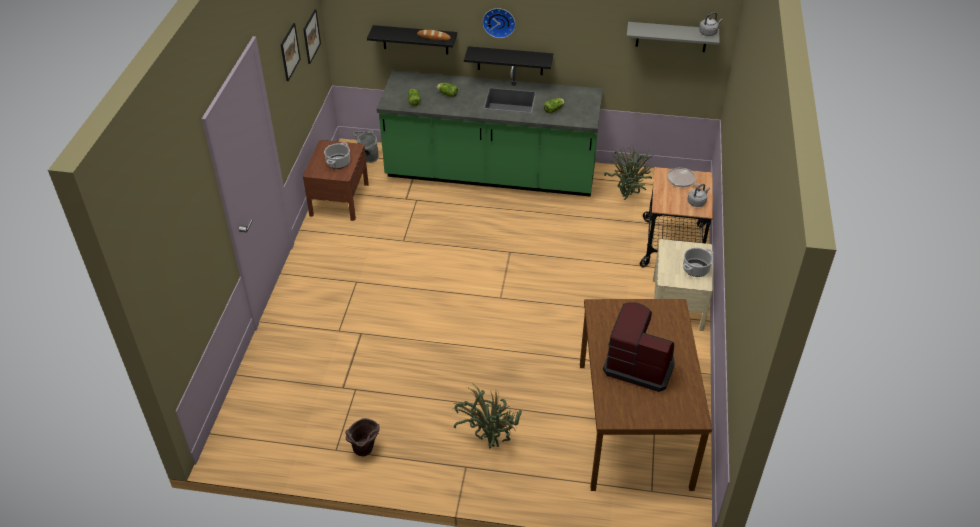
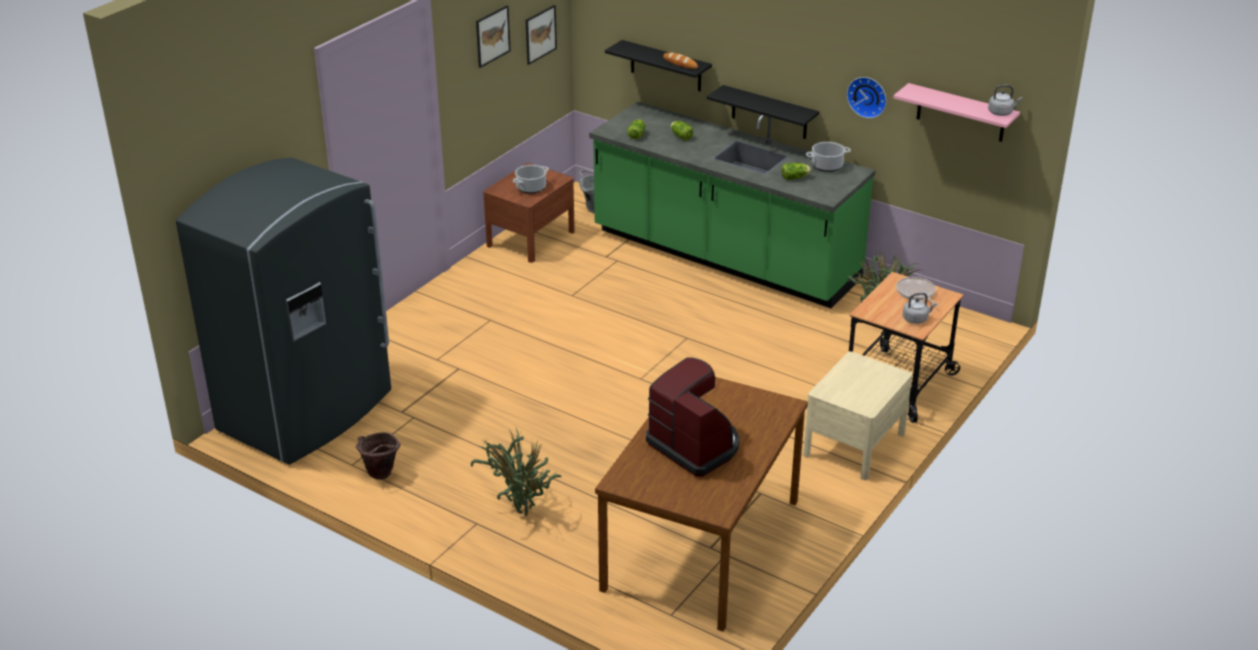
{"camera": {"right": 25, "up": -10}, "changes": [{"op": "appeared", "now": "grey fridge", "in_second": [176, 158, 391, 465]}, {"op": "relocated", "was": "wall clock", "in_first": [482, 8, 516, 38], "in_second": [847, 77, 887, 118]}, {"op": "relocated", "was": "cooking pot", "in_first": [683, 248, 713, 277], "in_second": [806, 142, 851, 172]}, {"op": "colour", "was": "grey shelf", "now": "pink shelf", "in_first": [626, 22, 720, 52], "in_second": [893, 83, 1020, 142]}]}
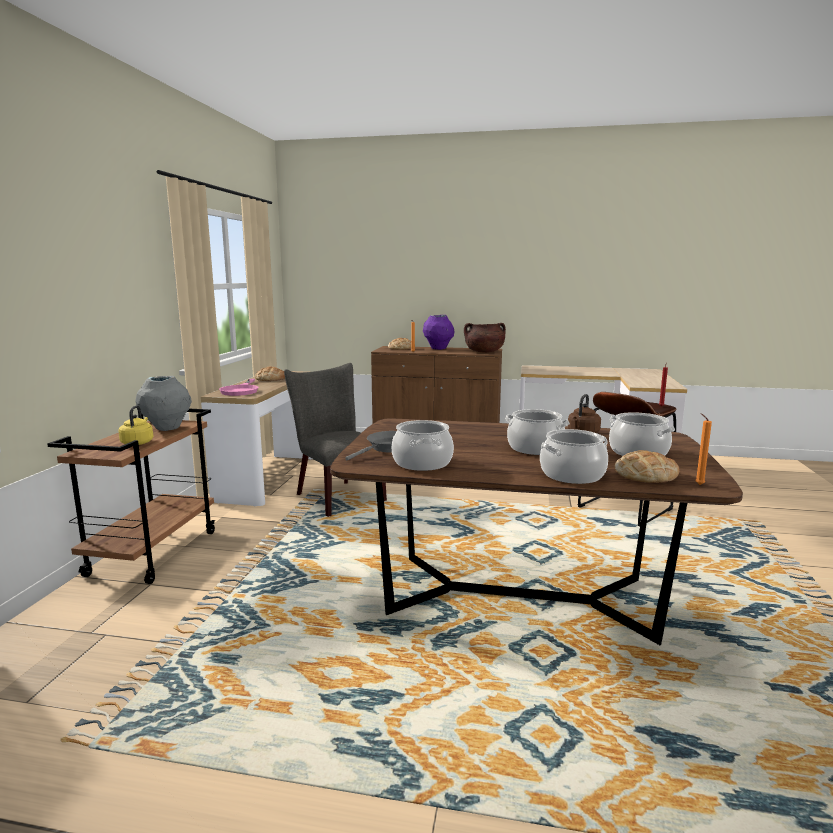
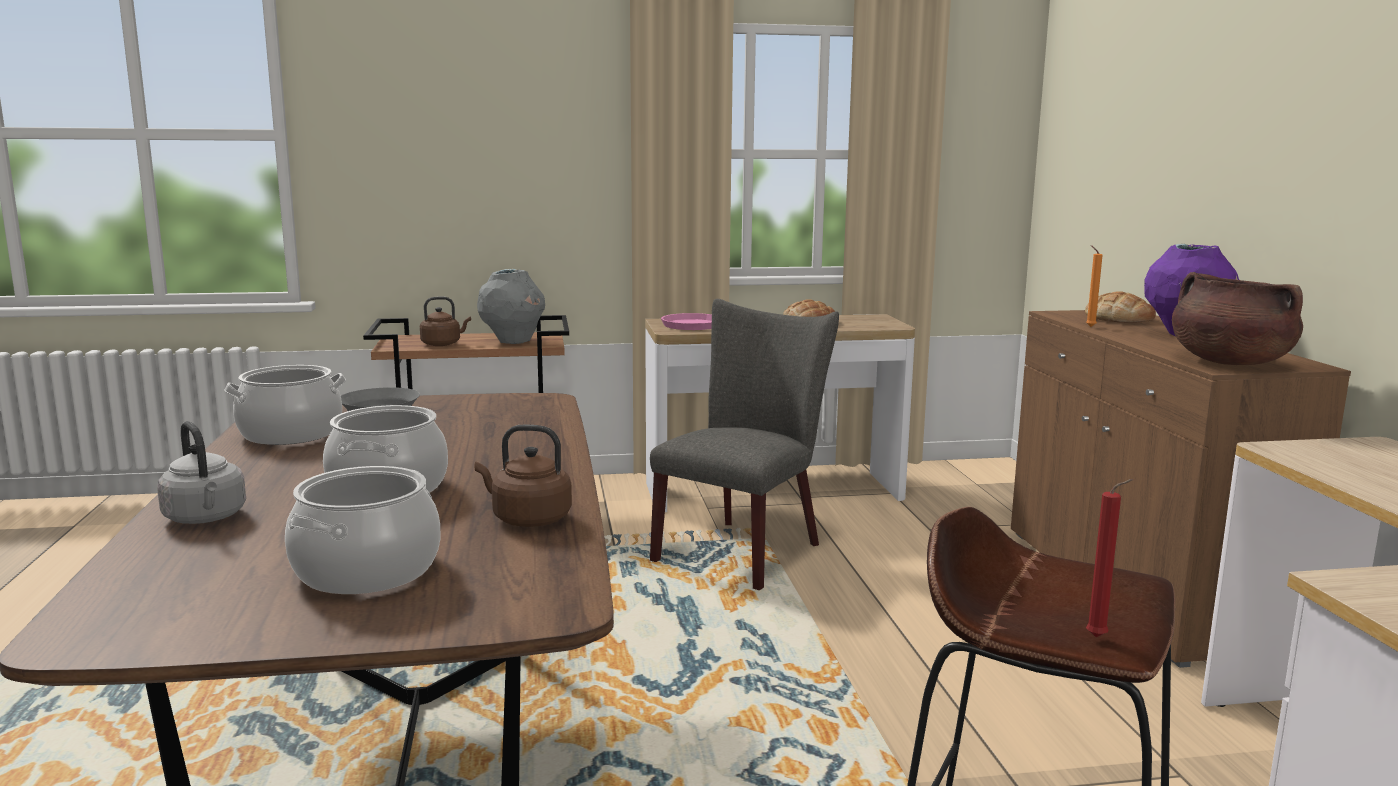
{"camera": {"right": 70, "up": 0}, "changes": [{"op": "missing", "was": "bread", "in_first": [614, 450, 680, 483]}, {"op": "missing", "was": "orange candle", "in_first": [695, 413, 712, 485]}, {"op": "exchanged", "was": "cooking pot", "now": "grey kettle", "in_first": [540, 429, 608, 484], "in_second": [157, 421, 246, 524]}, {"op": "colour", "was": "yellow kettle", "now": "brown kettle", "in_first": [118, 405, 153, 445], "in_second": [420, 297, 471, 346]}]}
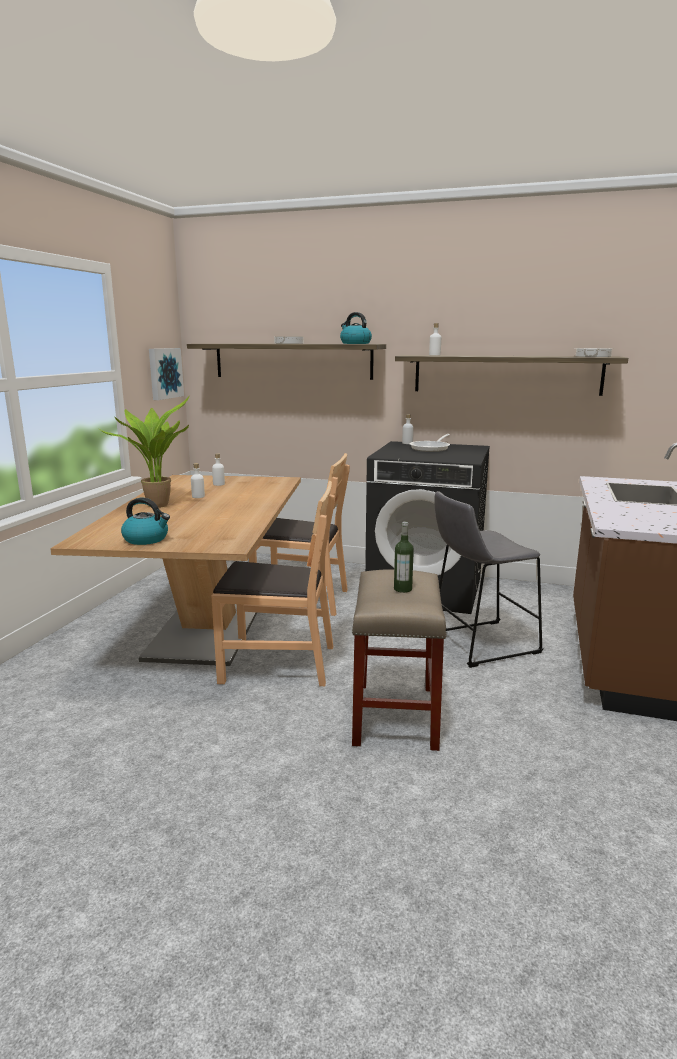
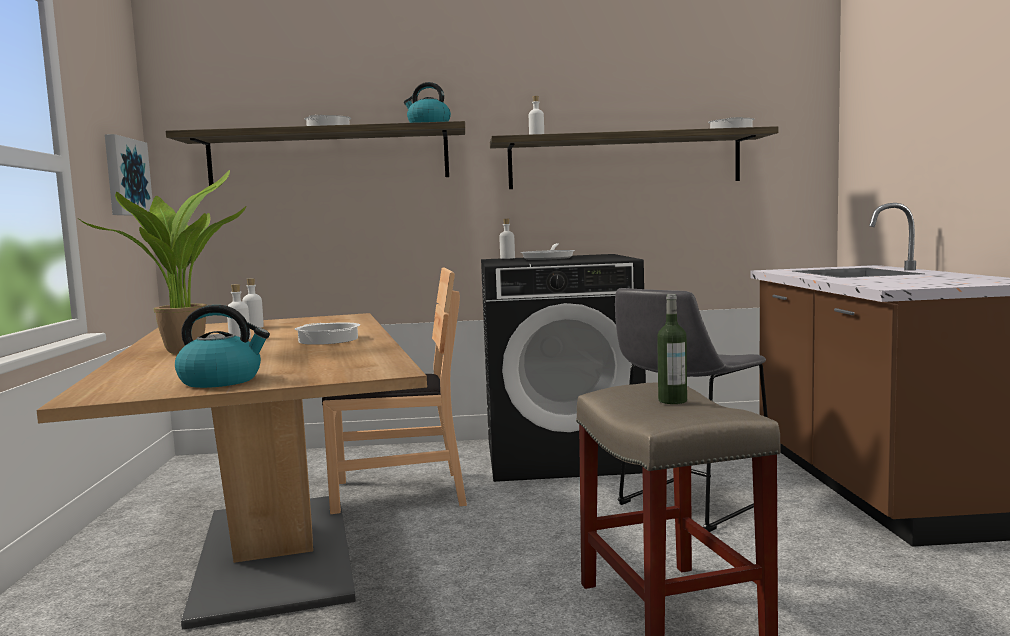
{"camera": {"right": -20, "up": -10}, "changes": [{"op": "missing", "was": "brown chair", "in_first": [211, 481, 335, 686]}, {"op": "appeared", "now": "cooking pot", "in_second": [295, 322, 360, 345]}]}
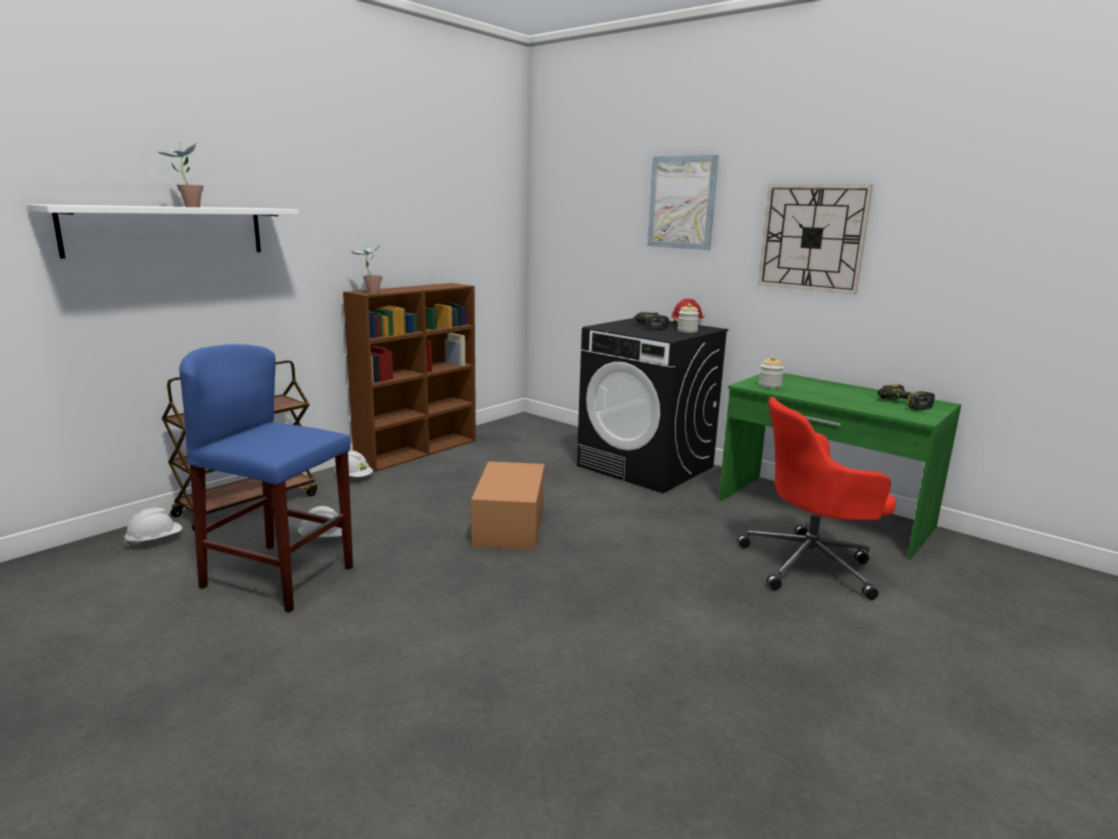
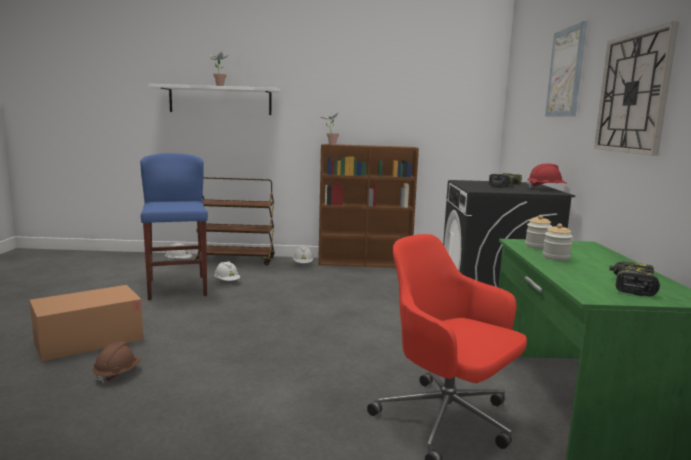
{"camera": {"right": 50, "up": -5}, "changes": [{"op": "appeared", "now": "brown hard hat", "in_second": [93, 342, 141, 385]}, {"op": "relocated", "was": "cardboard box", "in_first": [471, 461, 545, 550], "in_second": [30, 285, 144, 362]}, {"op": "relocated", "was": "jar", "in_first": [677, 303, 700, 333], "in_second": [543, 223, 573, 261]}]}
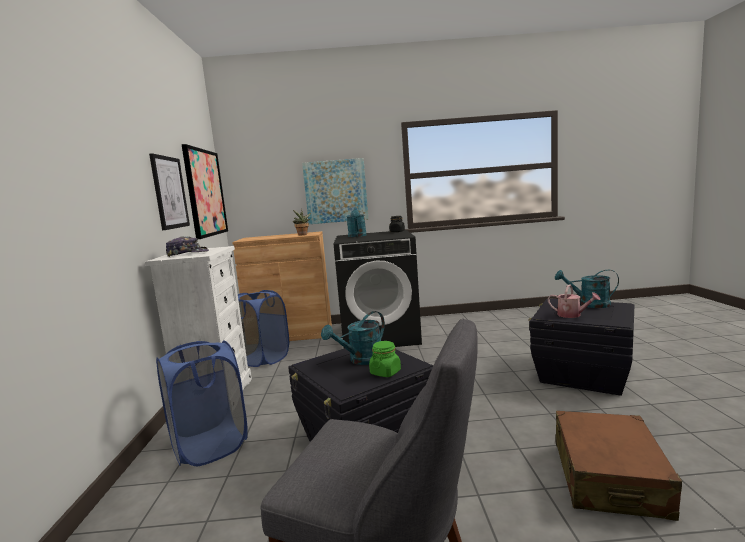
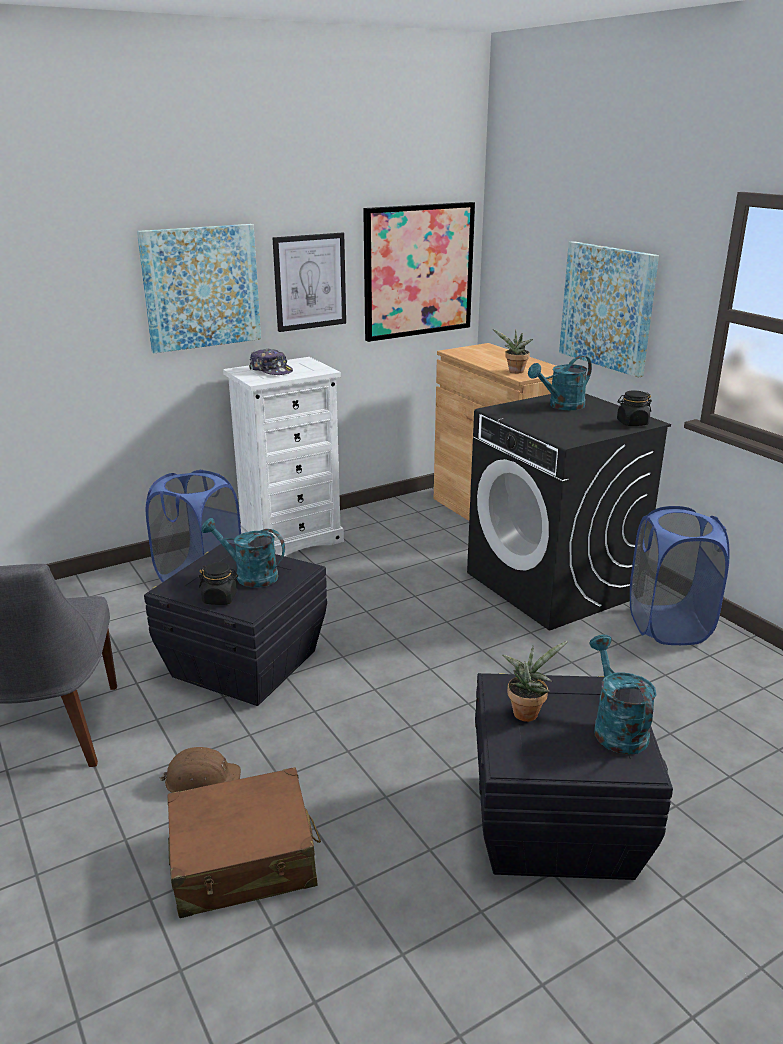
{"camera": {"right": 60, "up": 15}, "changes": [{"op": "appeared", "now": "picture", "in_second": [137, 224, 261, 353]}, {"op": "appeared", "now": "brown hard hat", "in_second": [159, 747, 241, 793]}, {"op": "relocated", "was": "blue laundry basket", "in_first": [238, 290, 289, 367], "in_second": [630, 506, 729, 645]}, {"op": "exchanged", "was": "watering can", "now": "potted plant", "in_first": [548, 284, 601, 318], "in_second": [502, 641, 568, 722]}, {"op": "colour", "was": "green jar", "now": "black jar", "in_first": [369, 341, 401, 377], "in_second": [199, 562, 238, 605]}]}
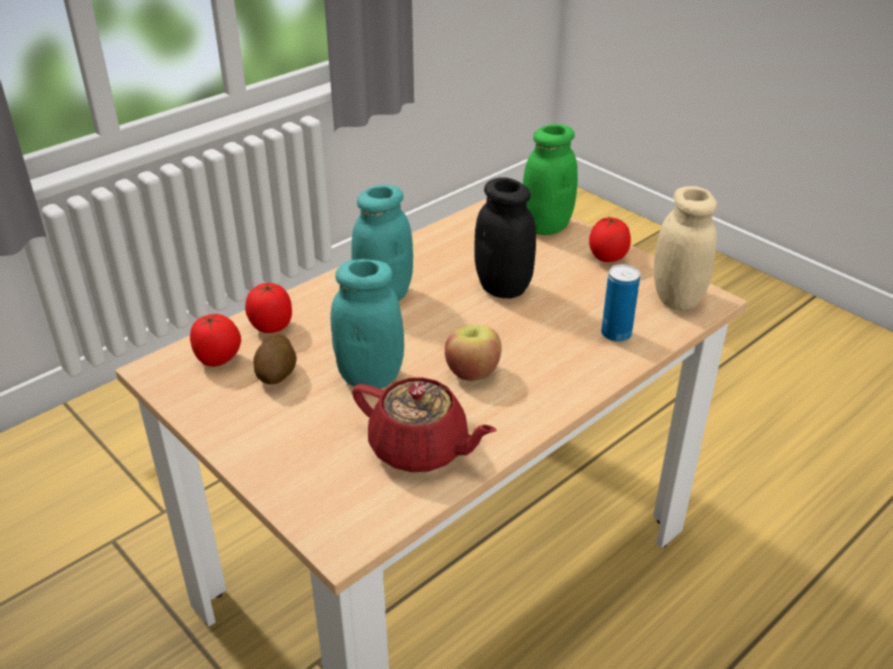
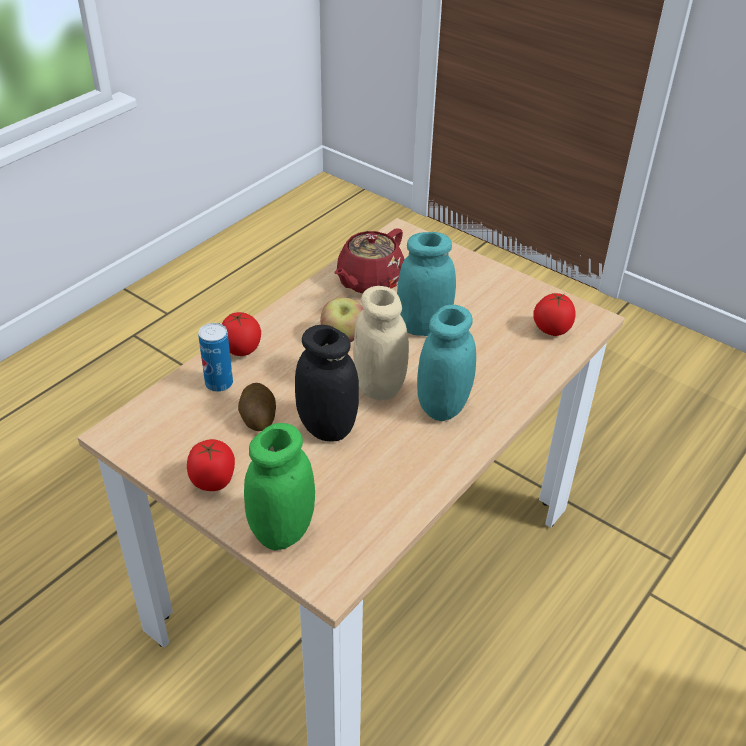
{"camera": {"right": 170, "up": 5}, "changes": [{"op": "relocated", "was": "tomato", "in_first": [245, 283, 292, 333], "in_second": [222, 312, 261, 356]}, {"op": "relocated", "was": "potato", "in_first": [253, 335, 297, 384], "in_second": [238, 383, 276, 431]}, {"op": "relocated", "was": "beige jar", "in_first": [654, 186, 717, 310], "in_second": [353, 286, 409, 400]}, {"op": "spun", "was": "red teapot", "in_first": [352, 377, 497, 472], "in_second": [334, 228, 405, 293], "clockwise": -75}]}
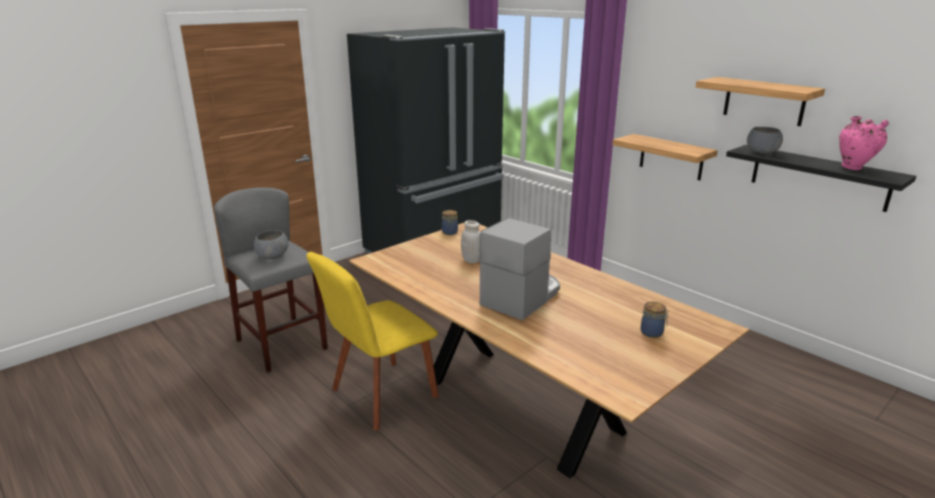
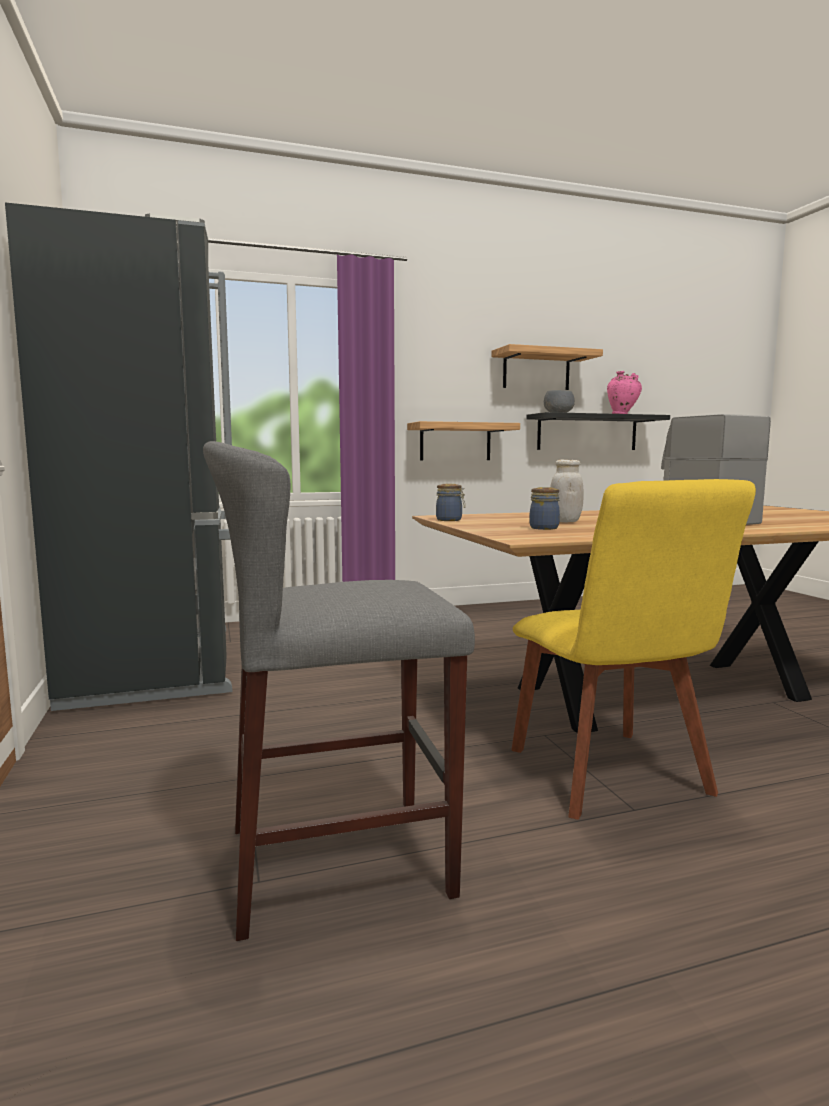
{"camera": {"right": -65, "up": -15}, "changes": [{"op": "missing", "was": "grey bowl", "in_first": [254, 230, 288, 259]}, {"op": "relocated", "was": "jar", "in_first": [641, 302, 669, 338], "in_second": [529, 487, 560, 530]}]}
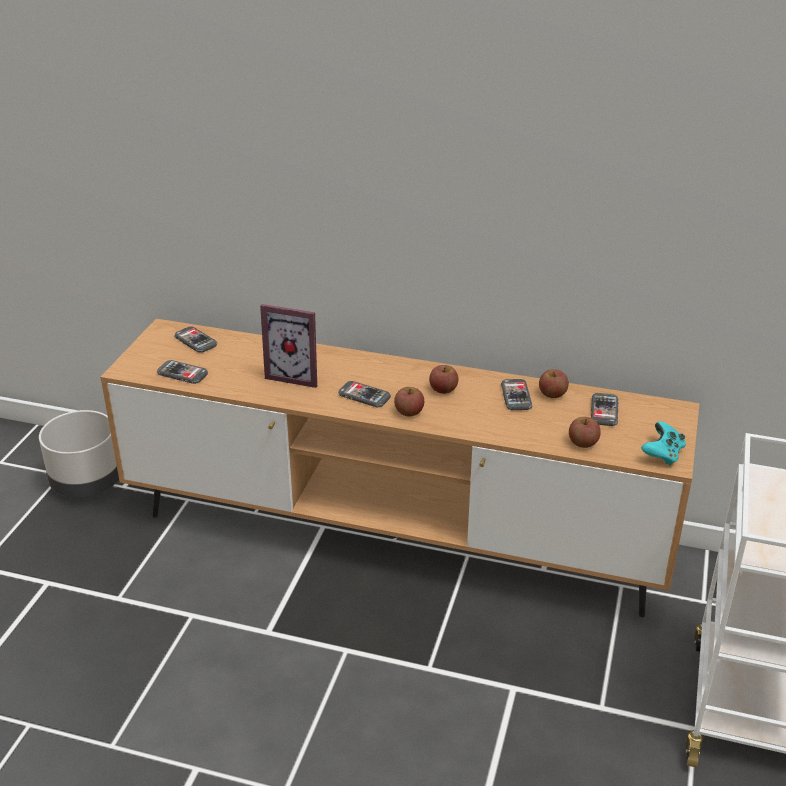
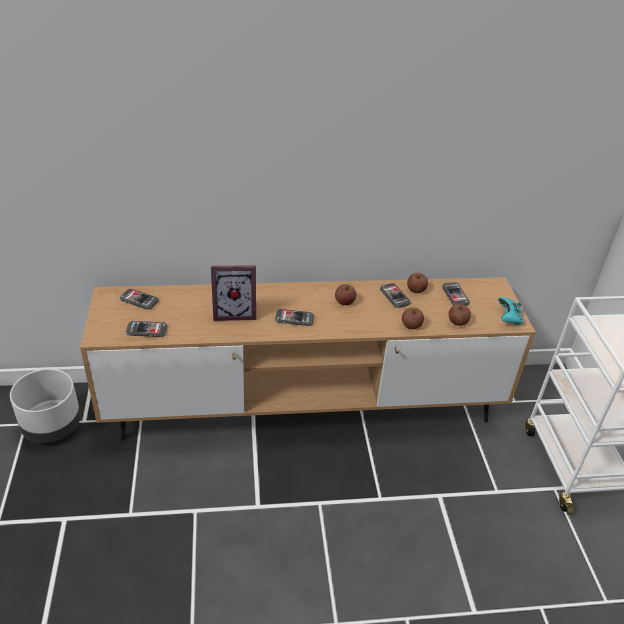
{"camera": {"right": -25, "up": 5}, "changes": [{"op": "relocated", "was": "apple", "in_first": [394, 387, 424, 416], "in_second": [402, 307, 424, 329]}]}
